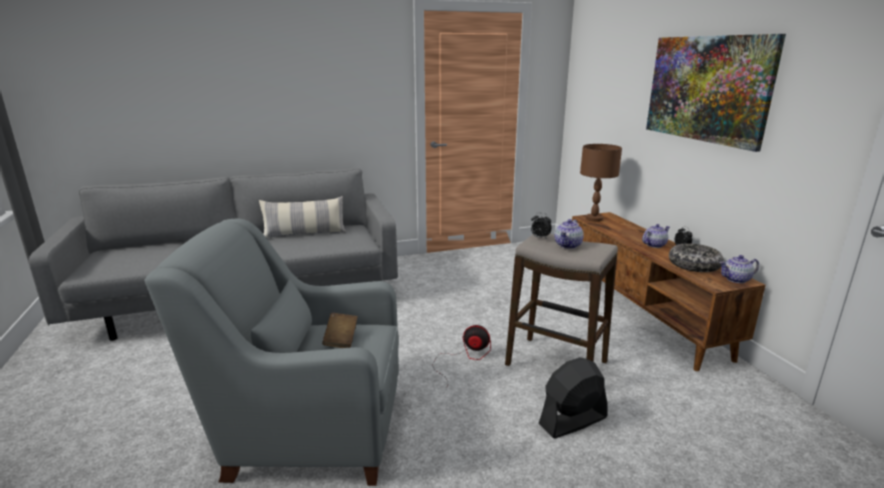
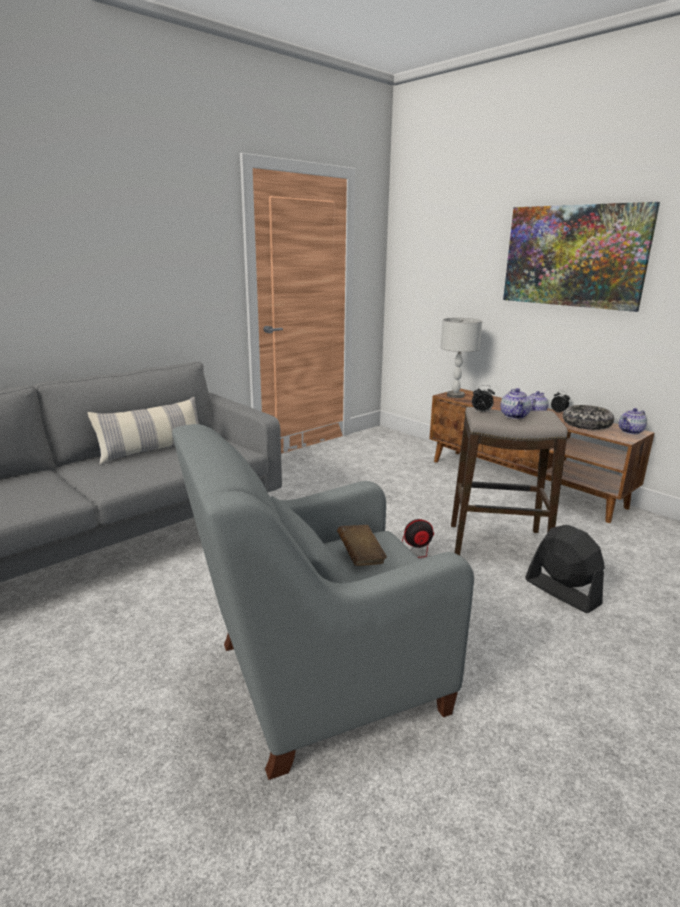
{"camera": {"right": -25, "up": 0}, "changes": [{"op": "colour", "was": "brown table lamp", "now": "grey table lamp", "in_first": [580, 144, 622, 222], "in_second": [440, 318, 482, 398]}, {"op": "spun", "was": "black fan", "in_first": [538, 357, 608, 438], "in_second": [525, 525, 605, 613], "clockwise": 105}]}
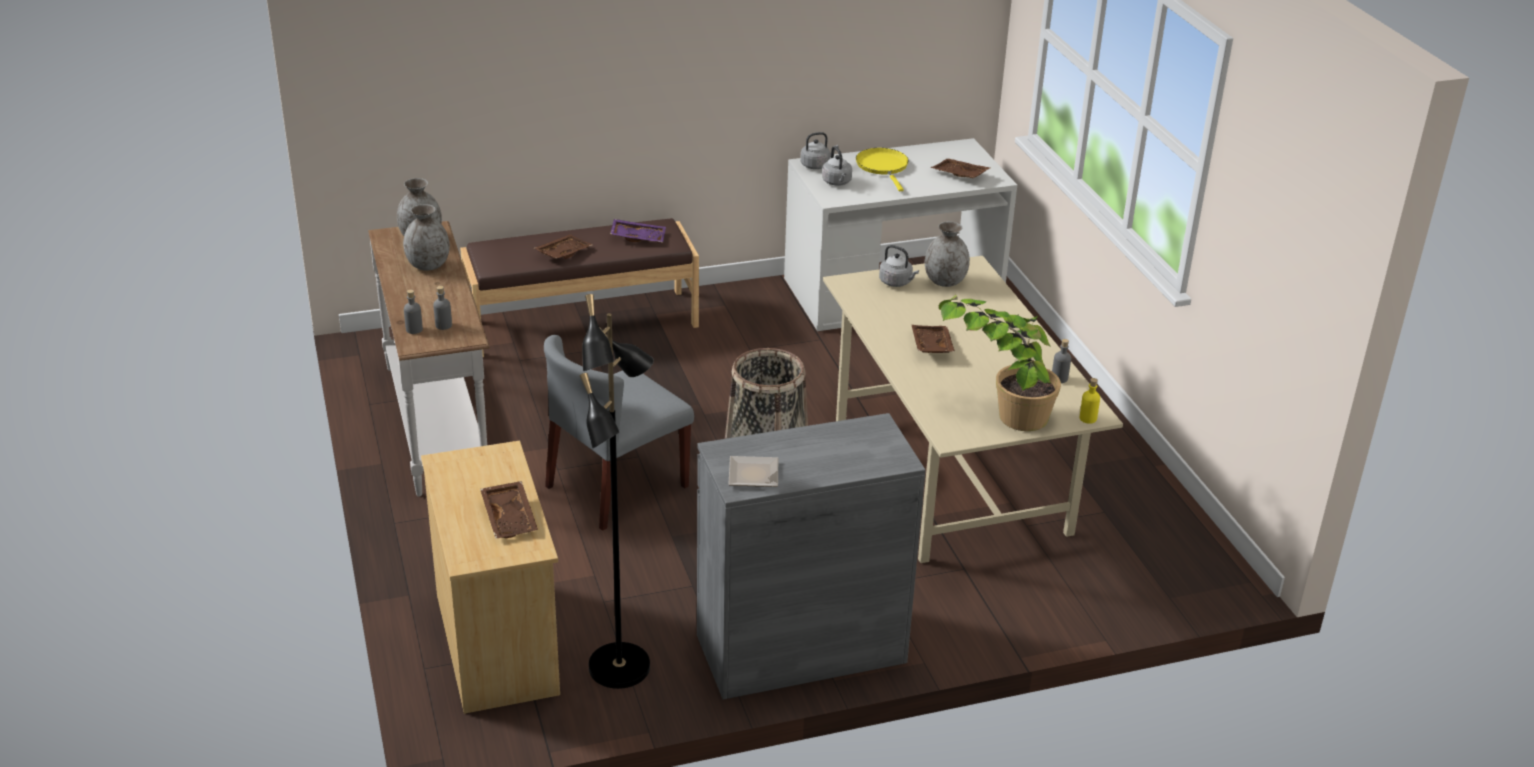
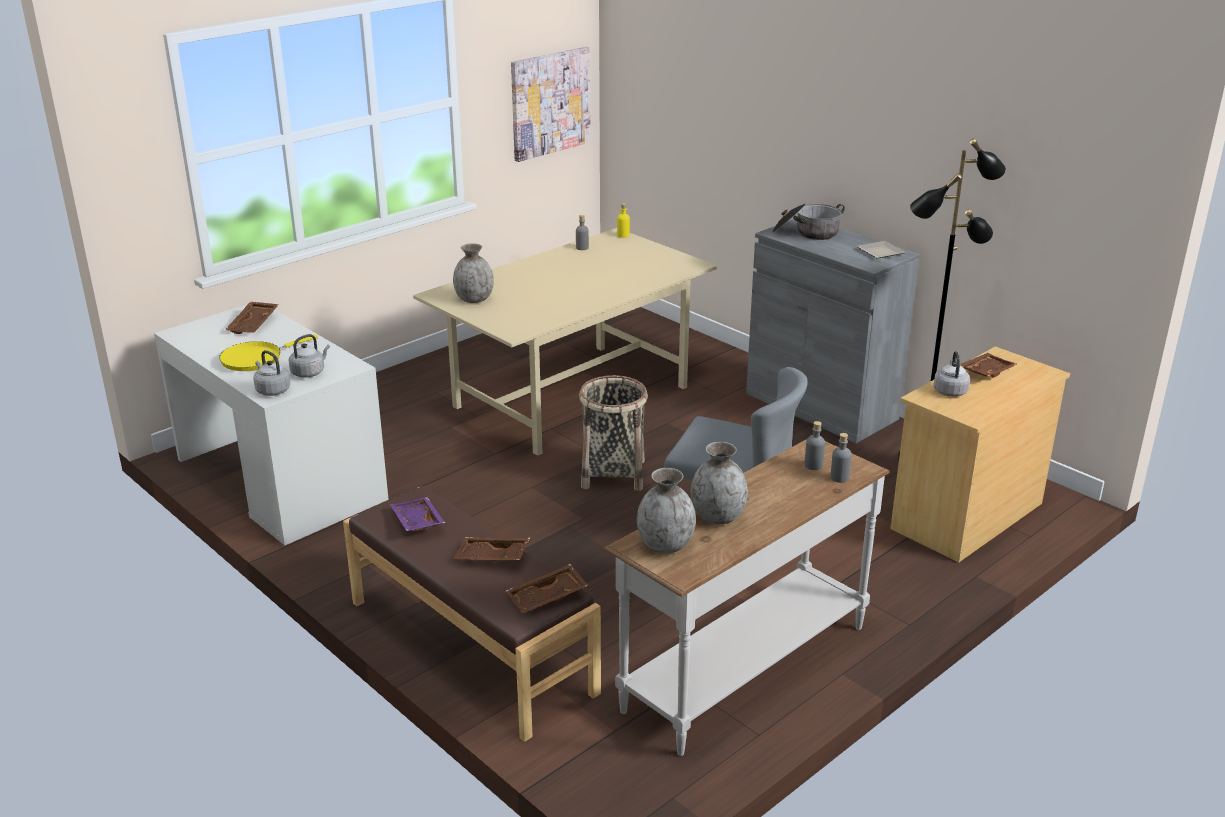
{"camera": {"right": -115, "up": -5}, "changes": [{"op": "missing", "was": "potted plant", "in_first": [939, 294, 1061, 431]}, {"op": "appeared", "now": "picture", "in_second": [511, 47, 591, 162]}, {"op": "appeared", "now": "cooking pot", "in_second": [772, 203, 845, 240]}, {"op": "relocated", "was": "grey kettle", "in_first": [879, 245, 919, 287], "in_second": [934, 351, 970, 397]}, {"op": "relocated", "was": "brown tray", "in_first": [912, 325, 955, 353], "in_second": [506, 564, 589, 613]}]}
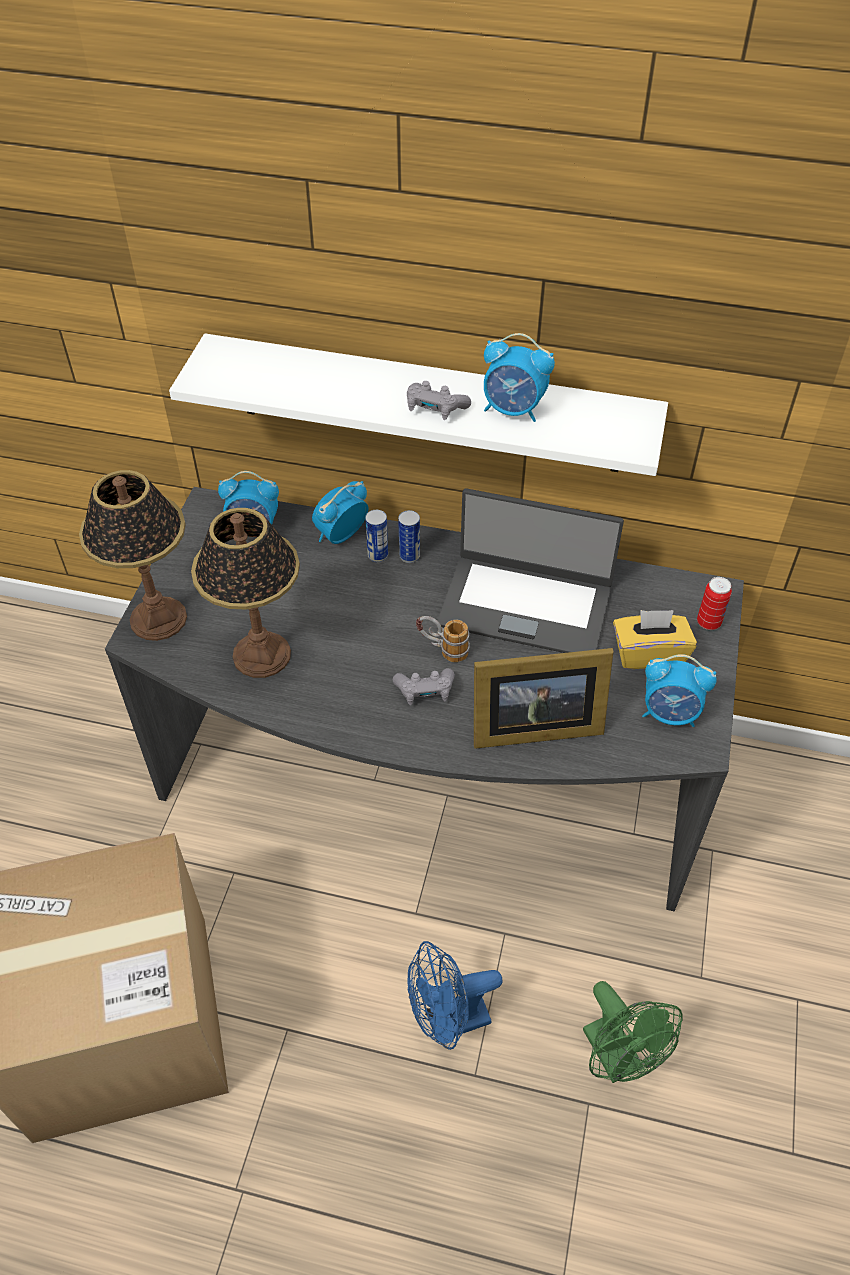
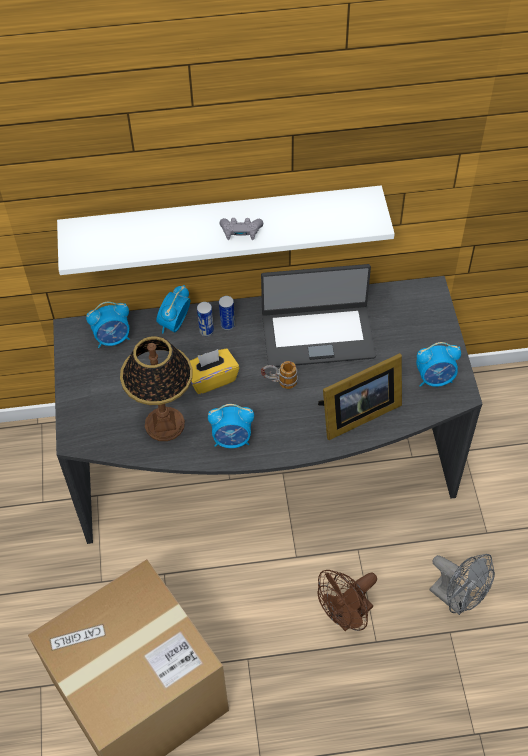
{"camera": {"right": -20, "up": 5}, "changes": [{"op": "missing", "was": "table lamp", "in_first": [79, 470, 187, 641]}, {"op": "missing", "was": "grey game controller", "in_first": [393, 668, 455, 705]}, {"op": "missing", "was": "can", "in_first": [697, 577, 732, 630]}, {"op": "relocated", "was": "alarm clock", "in_first": [484, 333, 555, 422], "in_second": [208, 404, 254, 448]}, {"op": "relocated", "was": "yellow tissue box", "in_first": [613, 610, 697, 669], "in_second": [190, 349, 239, 394]}, {"op": "colour", "was": "blue fan", "now": "brown fan", "in_first": [407, 941, 502, 1050], "in_second": [318, 570, 377, 631]}, {"op": "colour", "was": "green fan", "now": "grey fan", "in_first": [583, 981, 683, 1083], "in_second": [430, 554, 495, 615]}]}
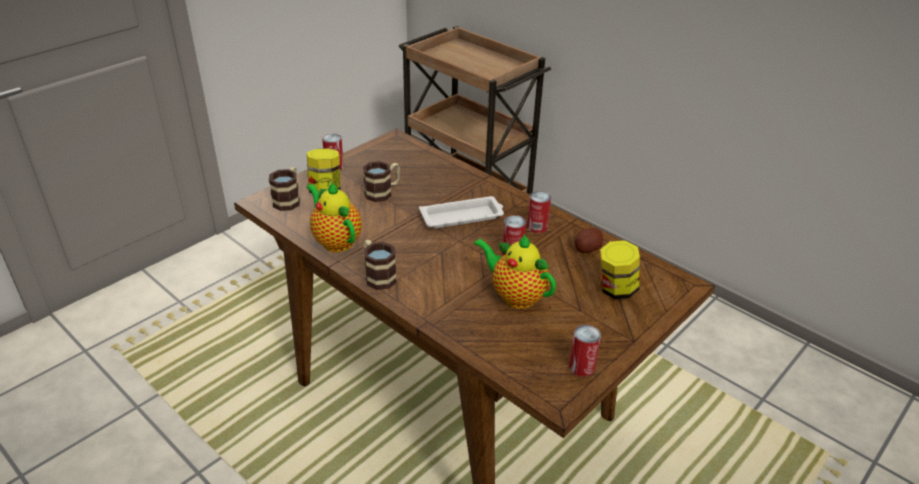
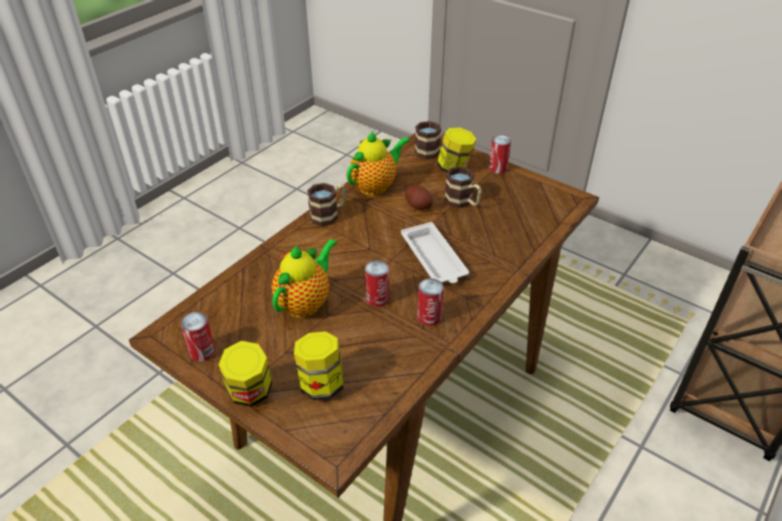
{"camera": {"right": 85, "up": 5}, "changes": [{"op": "appeared", "now": "jar", "in_second": [218, 341, 272, 407]}, {"op": "relocated", "was": "potato", "in_first": [575, 228, 603, 253], "in_second": [405, 186, 433, 210]}]}
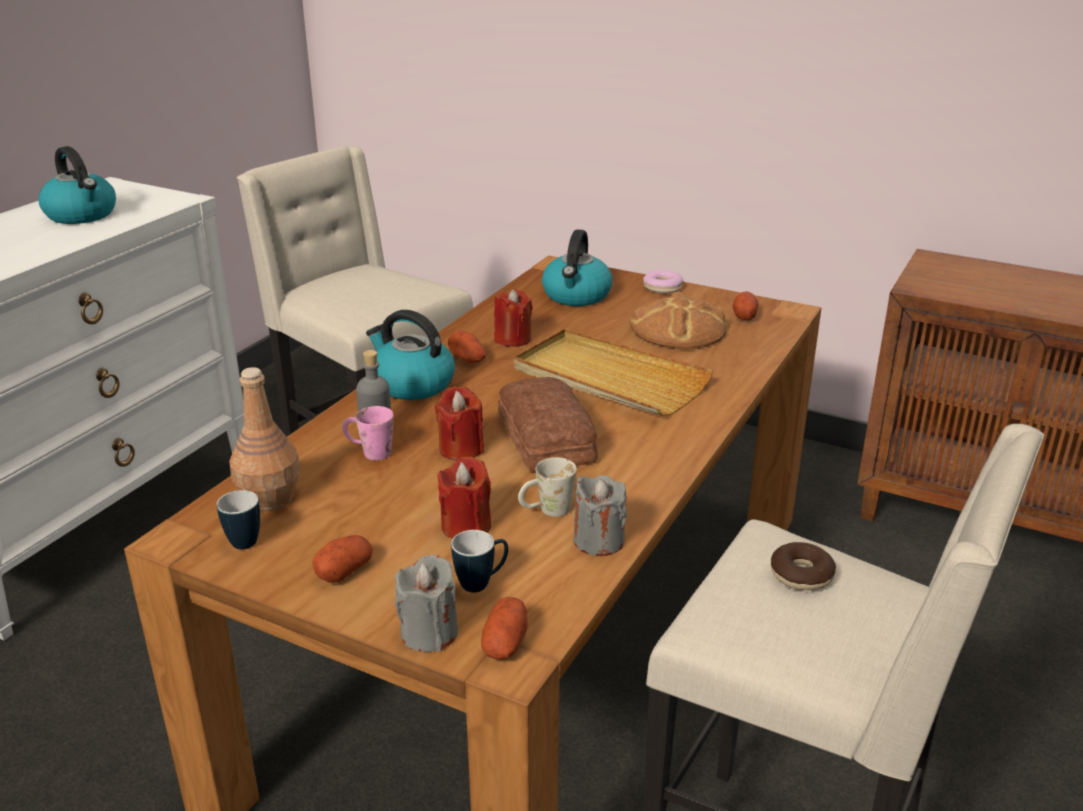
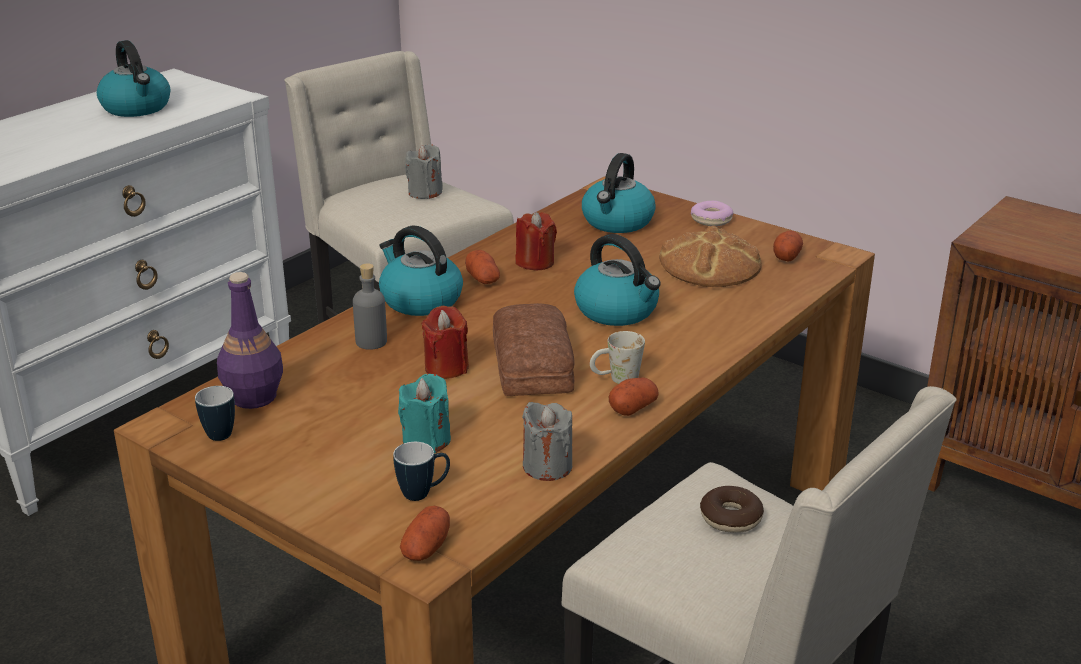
{"camera": {"right": 10, "up": 0}, "changes": [{"op": "missing", "was": "pink mug", "in_first": [342, 406, 394, 460]}, {"op": "relocated", "was": "potato", "in_first": [312, 535, 373, 583], "in_second": [609, 377, 659, 416]}, {"op": "relocated", "was": "grey candle", "in_first": [395, 555, 458, 652], "in_second": [405, 144, 443, 199]}, {"op": "relocated", "was": "white mug", "in_first": [518, 457, 577, 517], "in_second": [590, 331, 645, 384]}, {"op": "exchanged", "was": "beige tray", "now": "kettle", "in_first": [514, 329, 713, 416], "in_second": [574, 234, 661, 326]}, {"op": "colour", "was": "brown bottle", "now": "purple bottle", "in_first": [229, 367, 301, 511], "in_second": [217, 272, 283, 409]}, {"op": "colour", "was": "red candle", "now": "turquoise candle", "in_first": [437, 457, 491, 539], "in_second": [398, 374, 451, 453]}]}
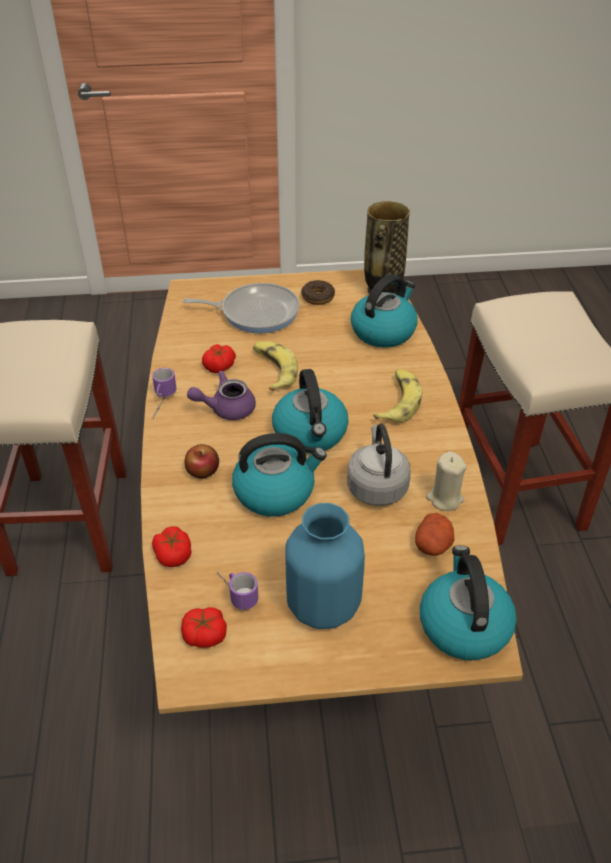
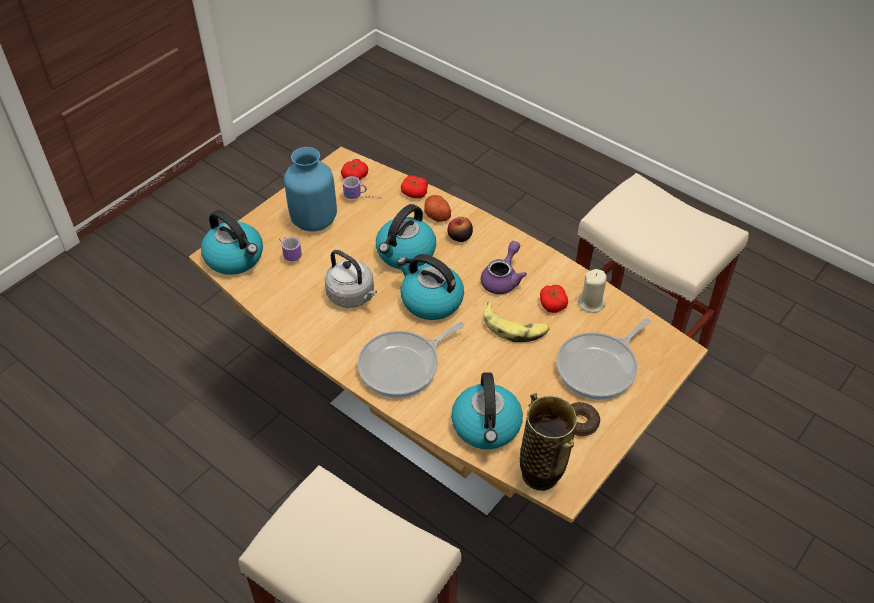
{"camera": {"right": 135, "up": 5}, "changes": [{"op": "relocated", "was": "mug", "in_first": [152, 368, 176, 419], "in_second": [279, 237, 302, 261]}, {"op": "relocated", "was": "potato", "in_first": [415, 513, 455, 556], "in_second": [424, 195, 451, 222]}, {"op": "relocated", "was": "beige candle", "in_first": [426, 452, 467, 511], "in_second": [578, 269, 607, 313]}, {"op": "exchanged", "was": "banana", "now": "frying pan", "in_first": [373, 369, 422, 422], "in_second": [357, 322, 464, 398]}]}
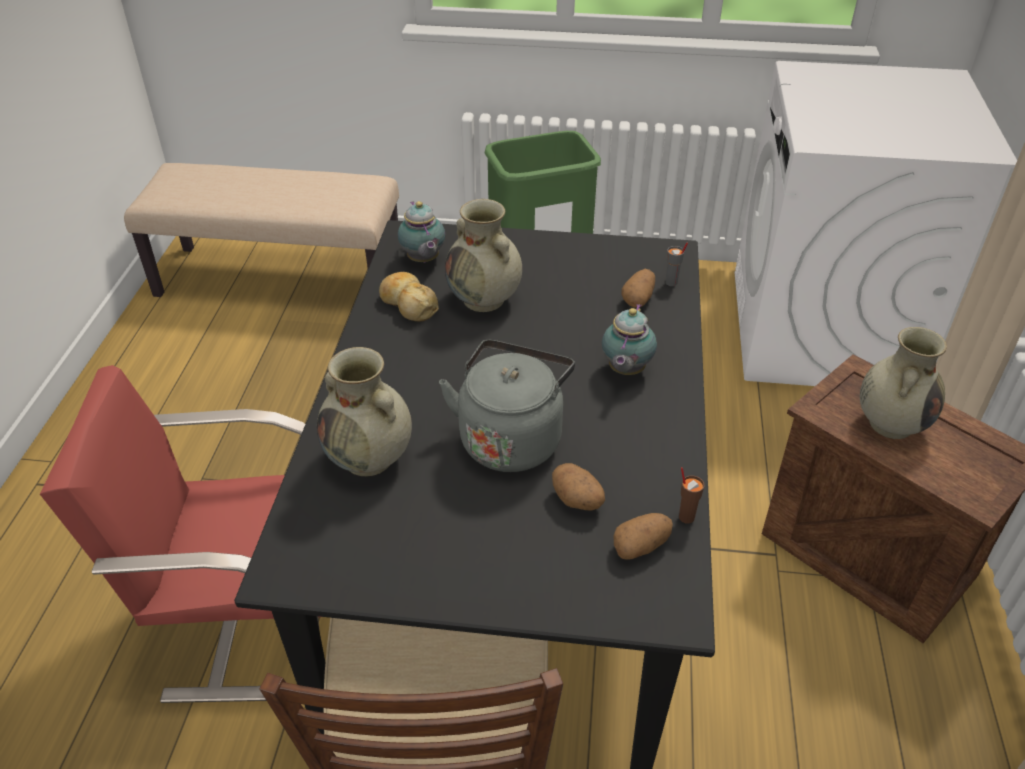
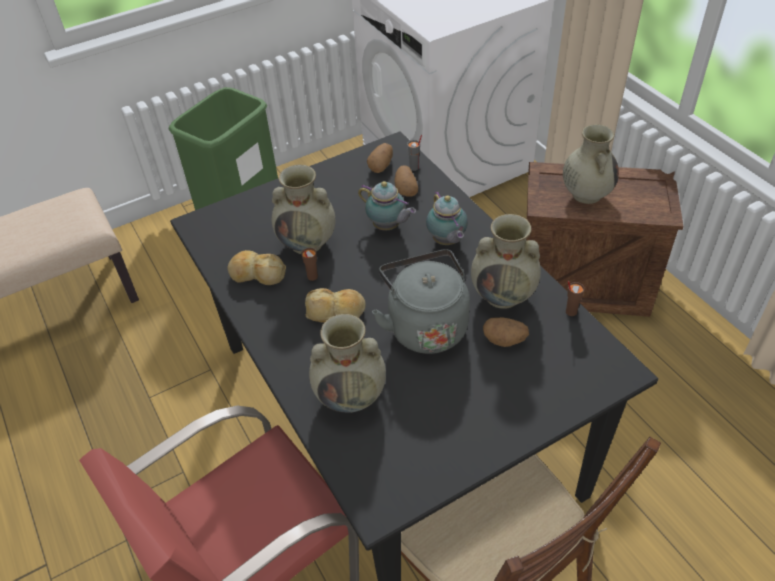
{"camera": {"right": -35, "up": 5}, "changes": [{"op": "appeared", "now": "brown cup", "in_second": [301, 248, 318, 281]}, {"op": "appeared", "now": "bread", "in_second": [305, 288, 366, 322]}, {"op": "appeared", "now": "beige vase", "in_second": [471, 214, 541, 309]}, {"op": "relocated", "was": "teapot", "in_first": [398, 201, 445, 263], "in_second": [358, 181, 416, 230]}, {"op": "relocated", "was": "potato", "in_first": [613, 513, 673, 560], "in_second": [367, 143, 393, 173]}]}
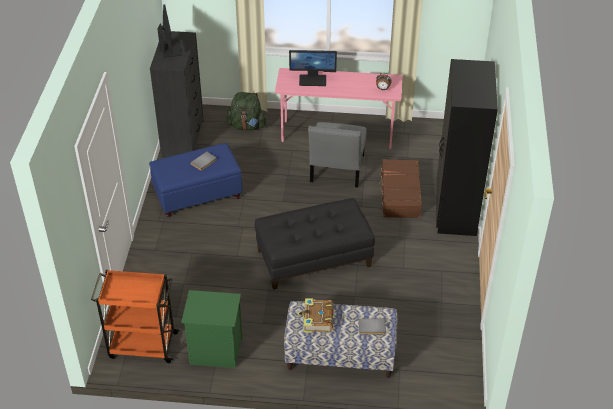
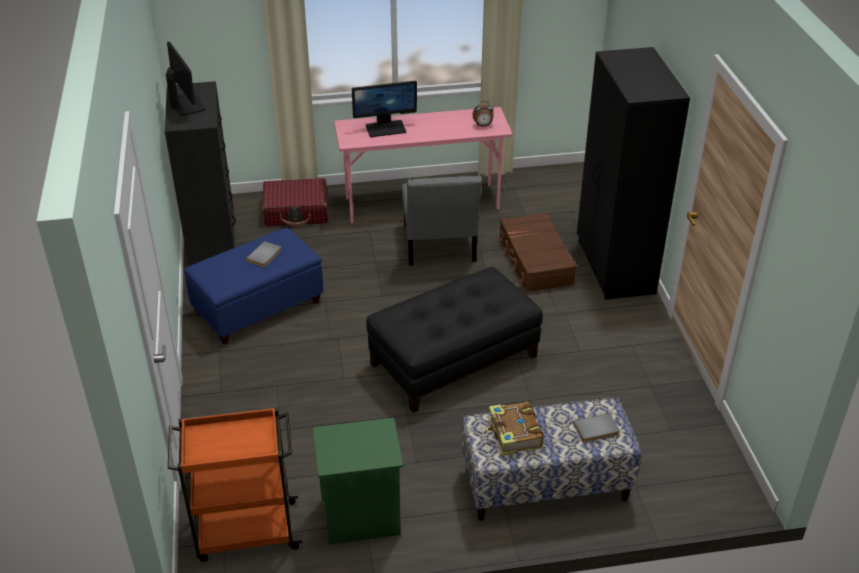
{"camera": {"right": -15, "up": -5}, "changes": [{"op": "exchanged", "was": "green backpack", "now": "red suitcase", "in_first": [226, 92, 267, 131], "in_second": [262, 178, 328, 227]}]}
